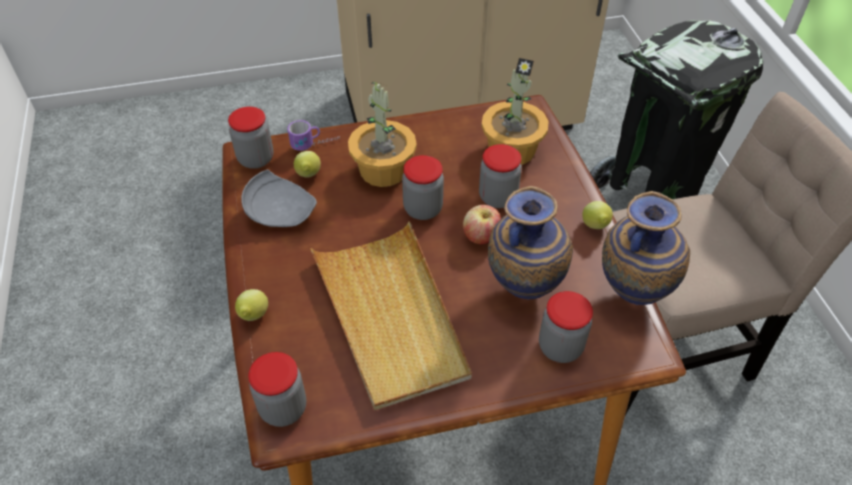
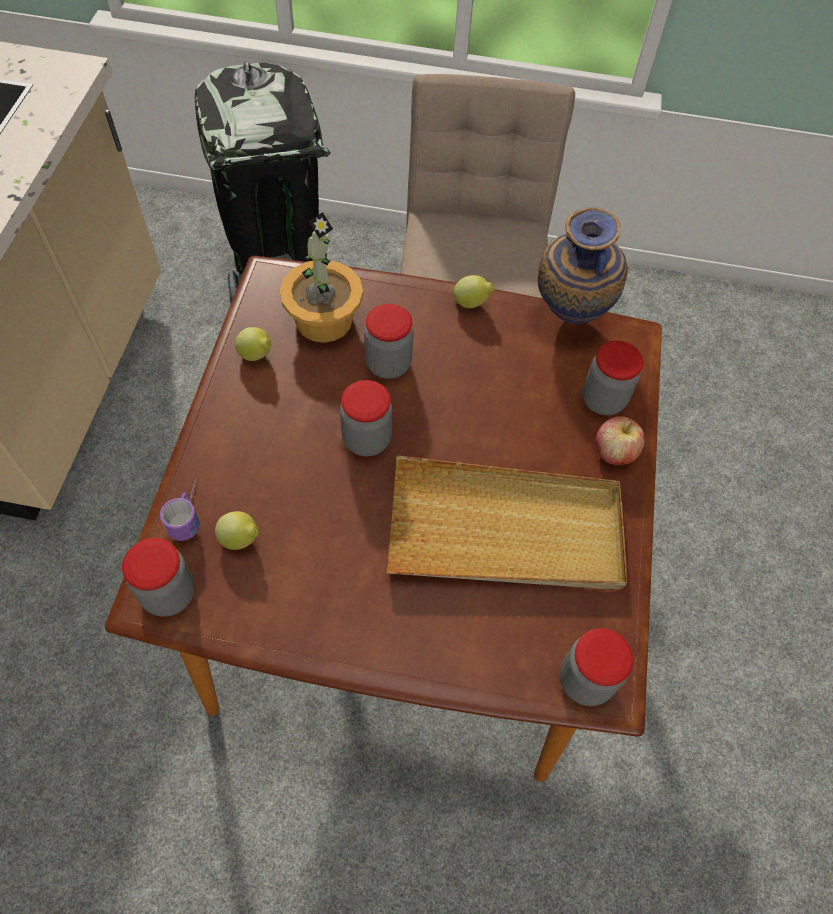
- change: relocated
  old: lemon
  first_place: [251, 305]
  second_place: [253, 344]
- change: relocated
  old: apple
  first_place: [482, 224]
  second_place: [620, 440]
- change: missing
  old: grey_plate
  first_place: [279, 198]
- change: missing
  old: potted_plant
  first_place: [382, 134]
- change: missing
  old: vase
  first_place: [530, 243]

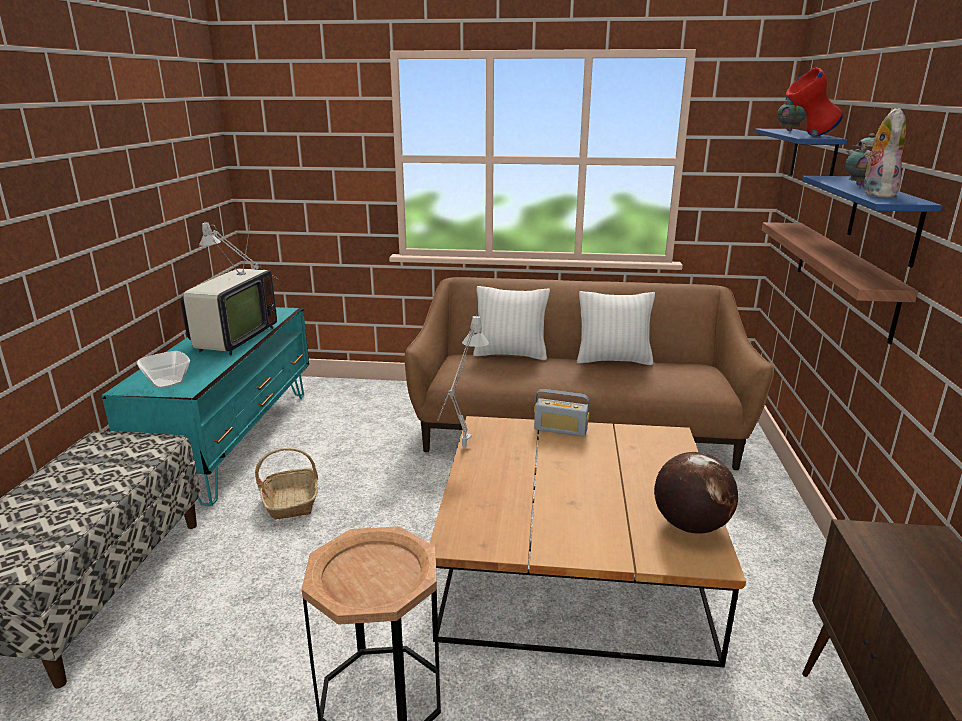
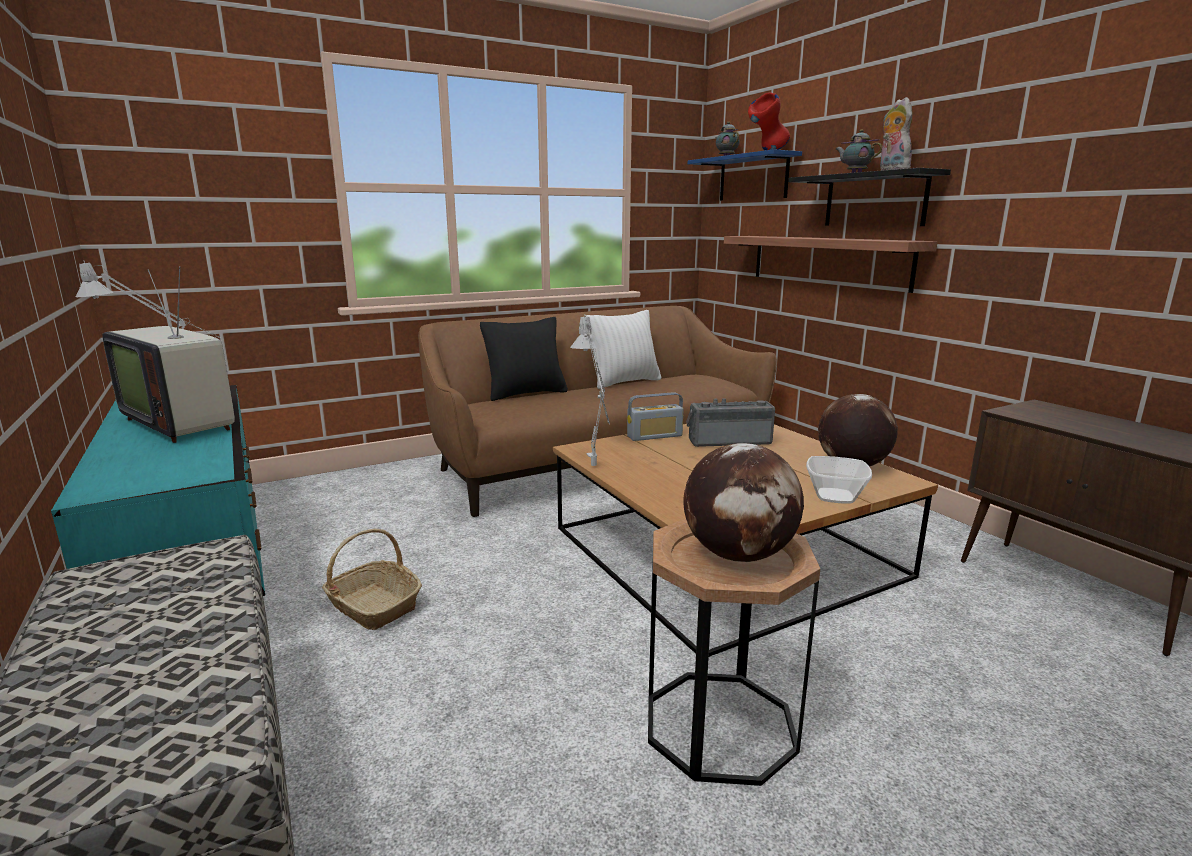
- change: spun
  old: television
  first_place: [228, 290]
  second_place: [168, 354]
  degrees: 150
- change: colour
  old: white_pillow
  new: black_pillow
  first_place: [511, 323]
  second_place: [524, 359]
- change: appeared
  new: globe
  second_place: [743, 502]
- change: appeared
  new: radio
  second_place: [730, 422]
- change: colour
  old: blue_shelf
  new: black_shelf
  first_place: [872, 222]
  second_place: [870, 197]
- change: relocated
  old: bowl
  first_place: [163, 369]
  second_place: [839, 480]

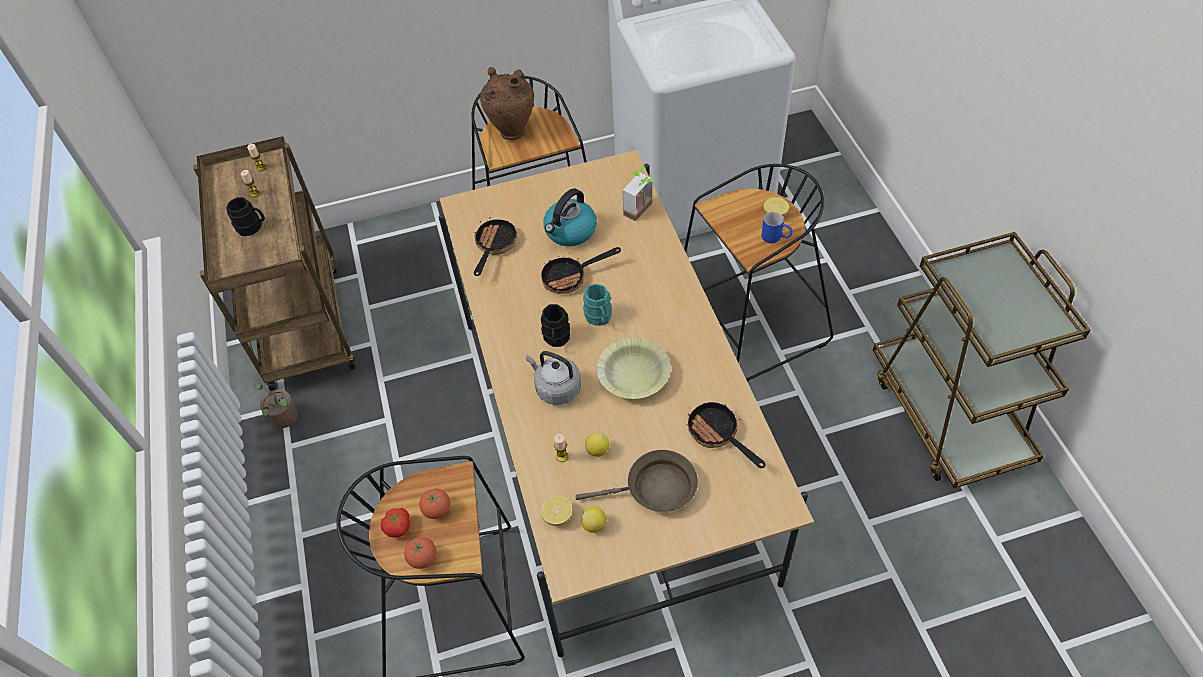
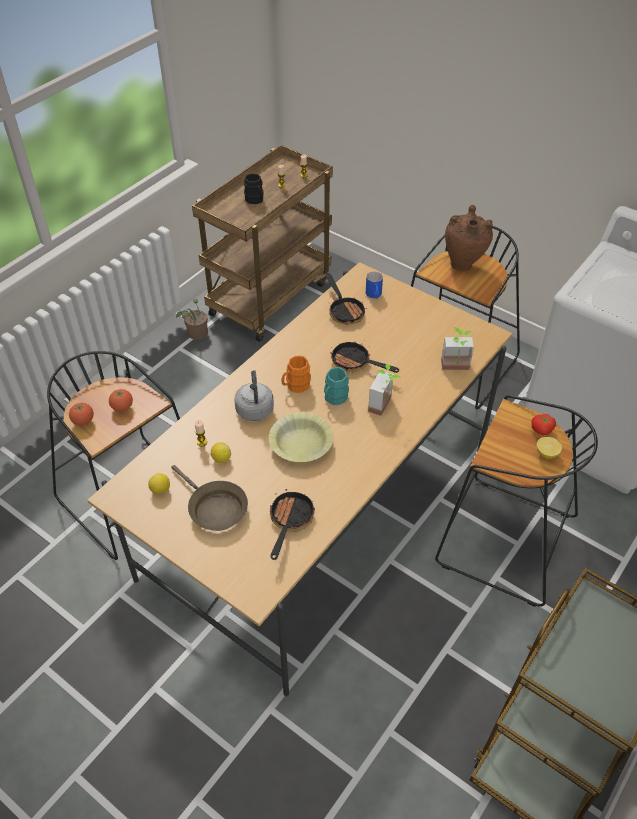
- change: colour
  old: black_mug
  new: orange_mug
  first_place: [555, 325]
  second_place: [296, 374]
- change: spun
  old: frying_pan
  first_place: [495, 246]
  second_place: [346, 298]
  degrees: 90
- change: relocated
  old: blue_mug
  first_place: [777, 227]
  second_place: [374, 285]
- change: appeared
  new: potted_plant
  second_place: [384, 390]
- change: relocated
  old: tomato
  first_place: [395, 522]
  second_place: [544, 424]
- change: missing
  old: lemon
  first_place: [556, 510]
- change: missing
  old: kettle
  first_place: [570, 217]

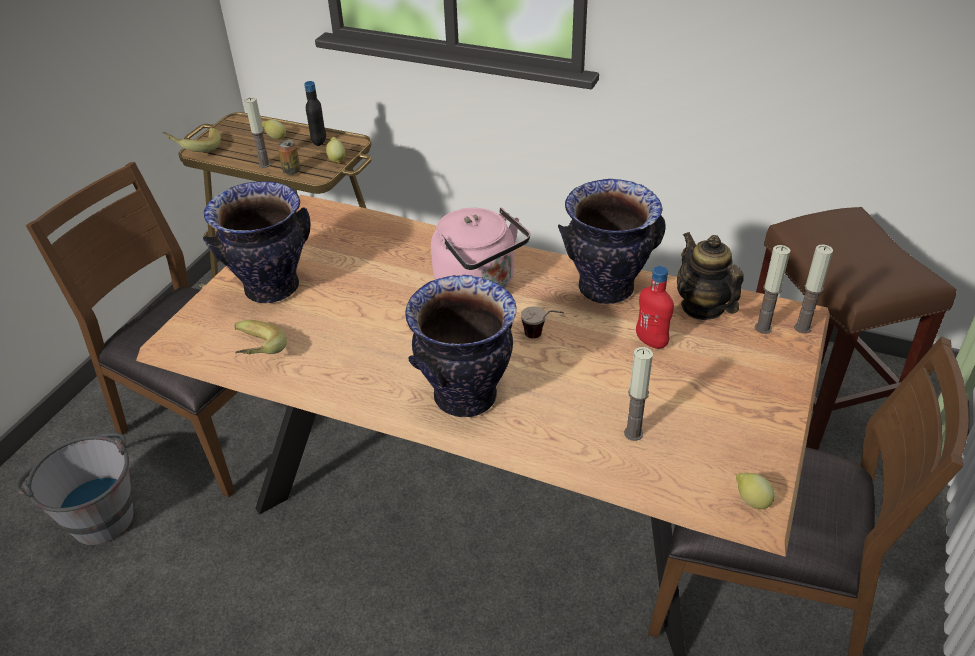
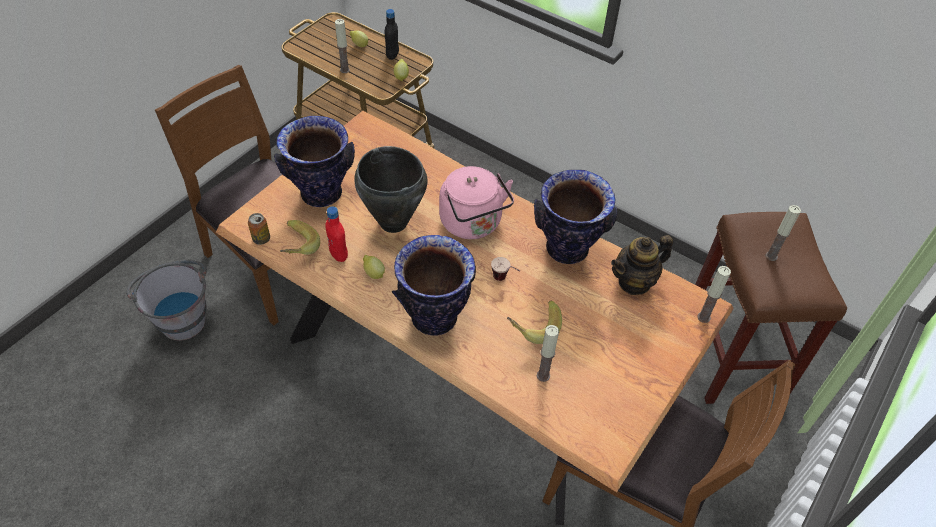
- change: relocated
  old: can
  first_place: [289, 157]
  second_place: [259, 229]
- change: relocated
  old: red_bottle
  first_place: [655, 307]
  second_place: [336, 234]
- change: appeared
  new: black_cooking_pot
  second_place: [390, 189]
- change: relocated
  old: lemon
  first_place: [755, 491]
  second_place: [374, 267]
- change: relocated
  old: banana
  first_place: [191, 140]
  second_place: [534, 322]
- change: spun
  old: teapot
  first_place: [710, 276]
  second_place: [642, 265]
  degrees: -105
- change: relocated
  old: candle
  first_place: [772, 289]
  second_place: [783, 233]

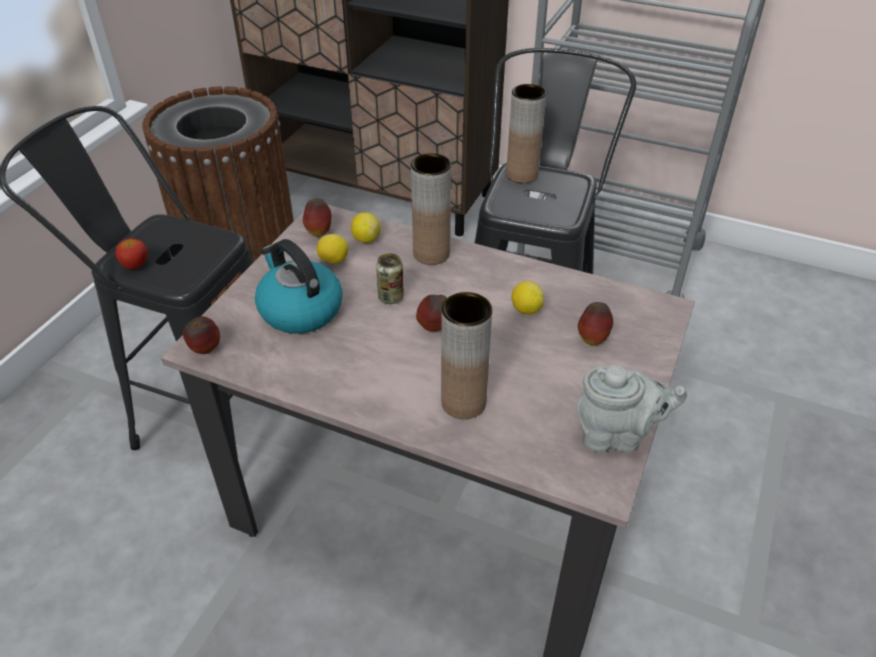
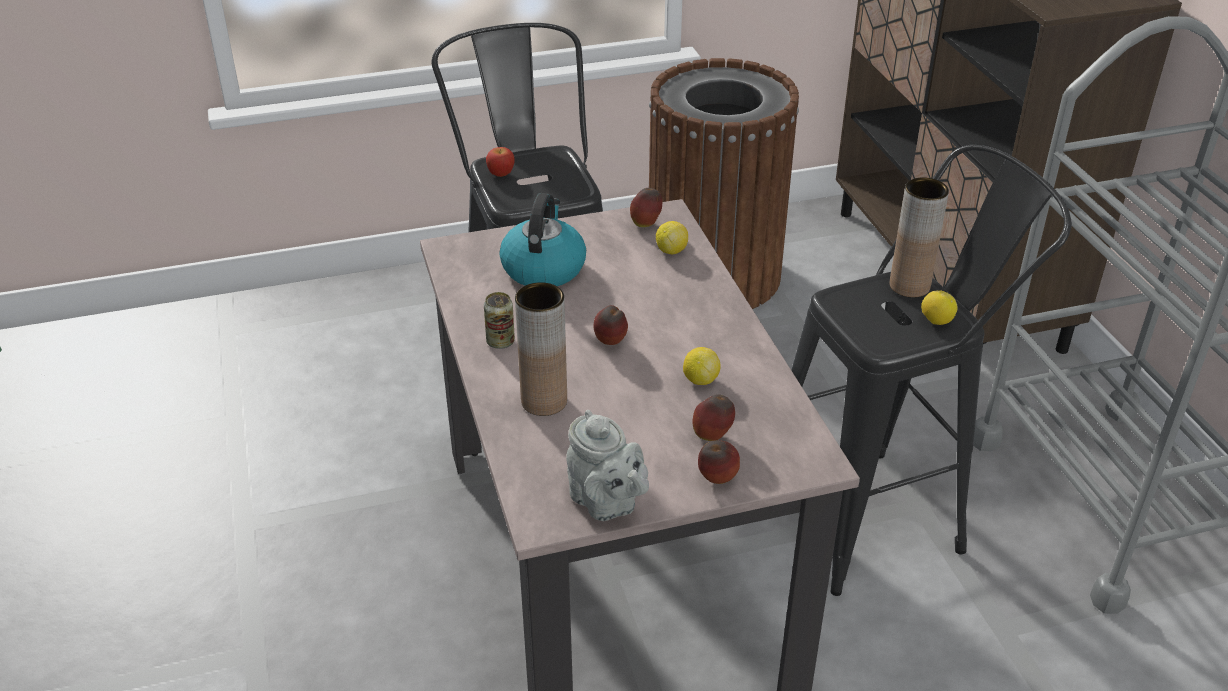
- change: relocated
  old: can
  first_place: [390, 278]
  second_place: [499, 320]
- change: relocated
  old: apple
  first_place: [201, 335]
  second_place: [719, 462]
- change: relocated
  old: lemon
  first_place: [332, 249]
  second_place: [939, 307]
- change: missing
  old: brown_vase
  first_place: [431, 209]

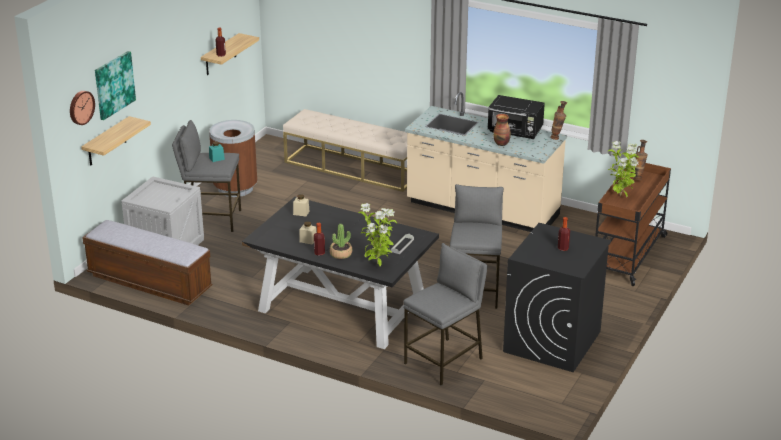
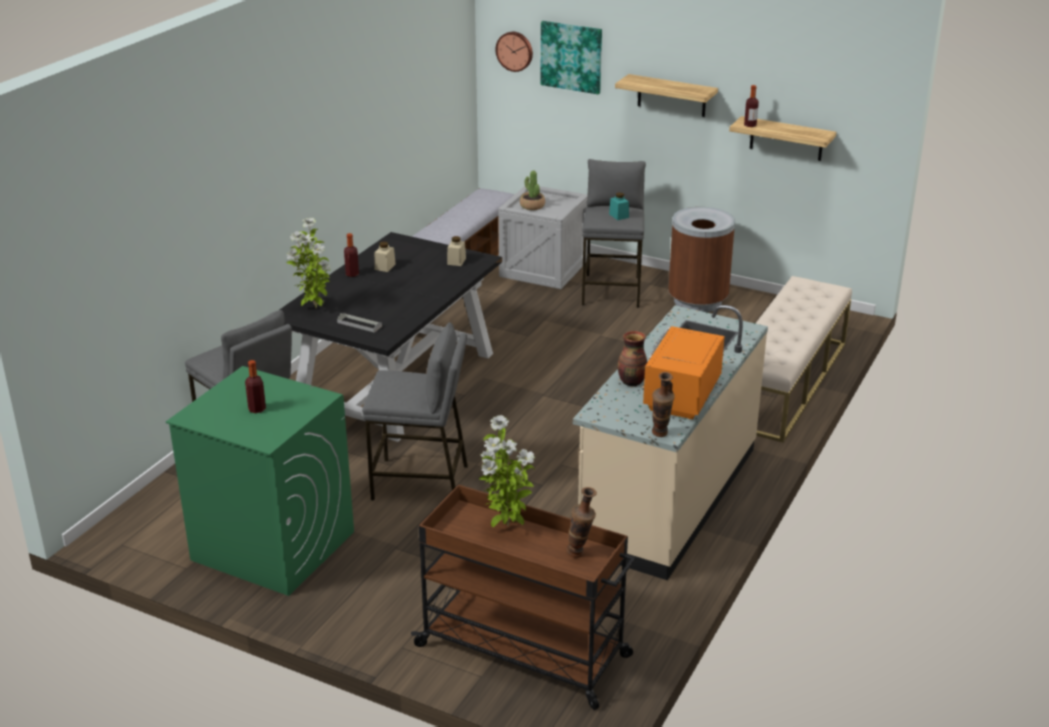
- change: colour
  old: black_washing_machine
  new: green_washing_machine
  first_place: [557, 297]
  second_place: [260, 481]
- change: relocated
  old: potted_plant
  first_place: [340, 241]
  second_place: [532, 190]
- change: relocated
  old: shelf
  first_place: [116, 141]
  second_place: [666, 95]
- change: colour
  old: black_microwave
  new: orange_microwave
  first_place: [516, 117]
  second_place: [684, 372]

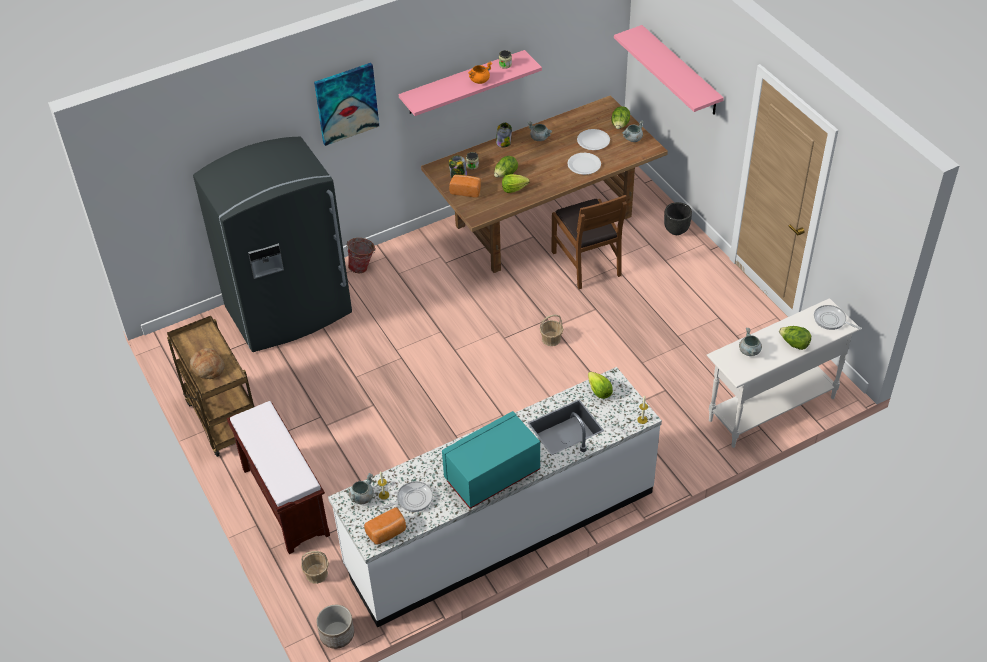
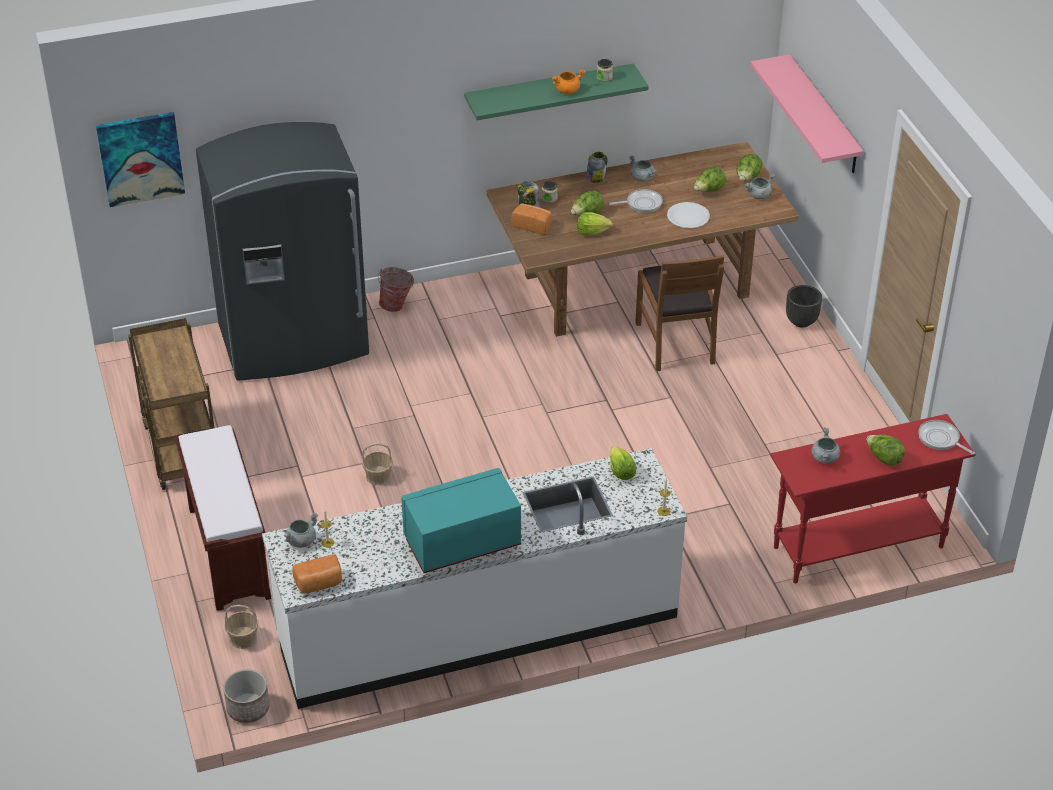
- change: relocated
  old: picture
  first_place: [346, 104]
  second_place: [140, 159]
- change: relocated
  old: basket
  first_place: [552, 330]
  second_place: [377, 464]
- change: colour
  old: pink_shelf
  new: green_shelf
  first_place: [470, 83]
  second_place: [556, 91]
- change: relocated
  old: frying_pan
  first_place: [406, 496]
  second_place: [636, 201]
- change: exchanged
  old: white_plate
  new: lettuce
  first_place: [593, 139]
  second_place: [710, 179]
- change: colour
  old: white_console_table
  new: red_console_table
  first_place: [784, 373]
  second_place: [873, 498]
- change: missing
  old: bread
  first_place: [207, 363]

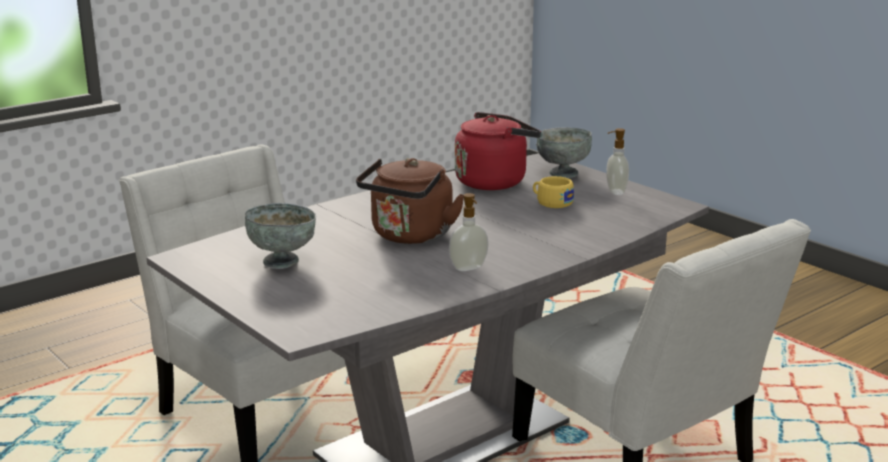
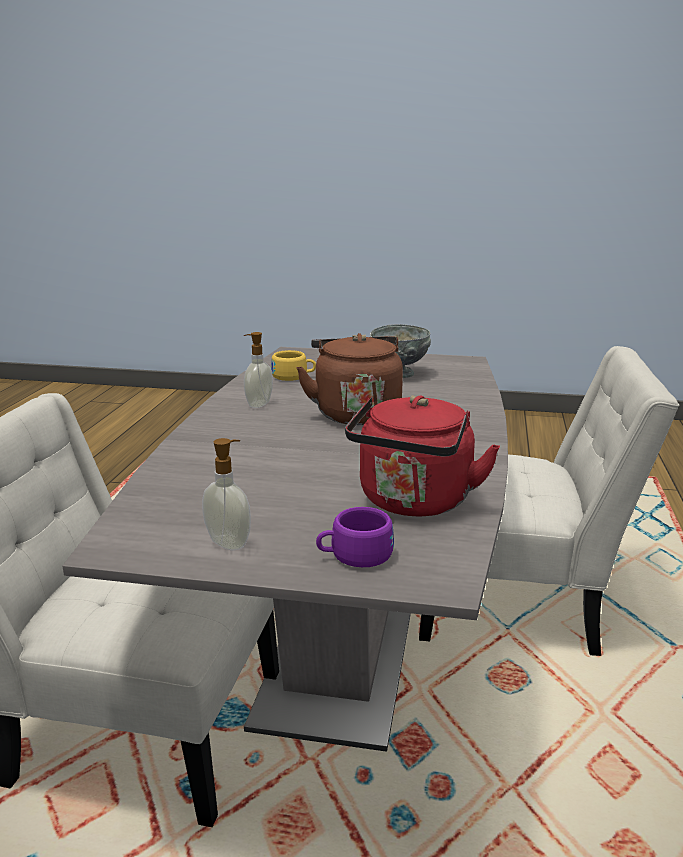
- change: relocated
  old: yellow_cup
  first_place: [553, 192]
  second_place: [293, 365]
- change: exchanged
  old: grey_bowl
  new: purple_cup
  first_place: [564, 152]
  second_place: [355, 537]

